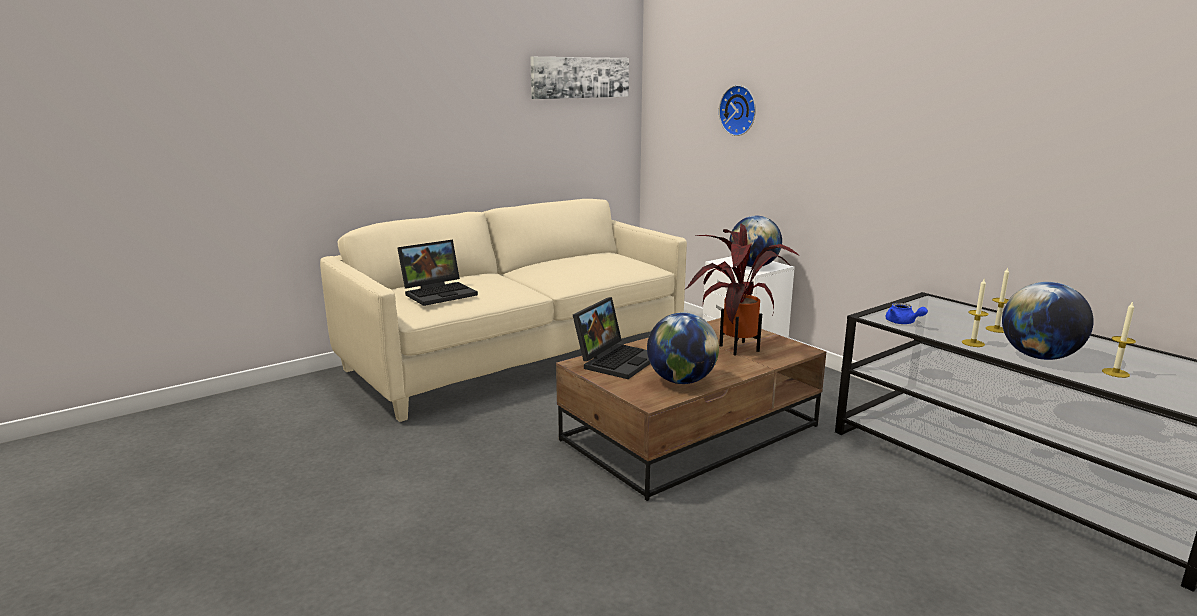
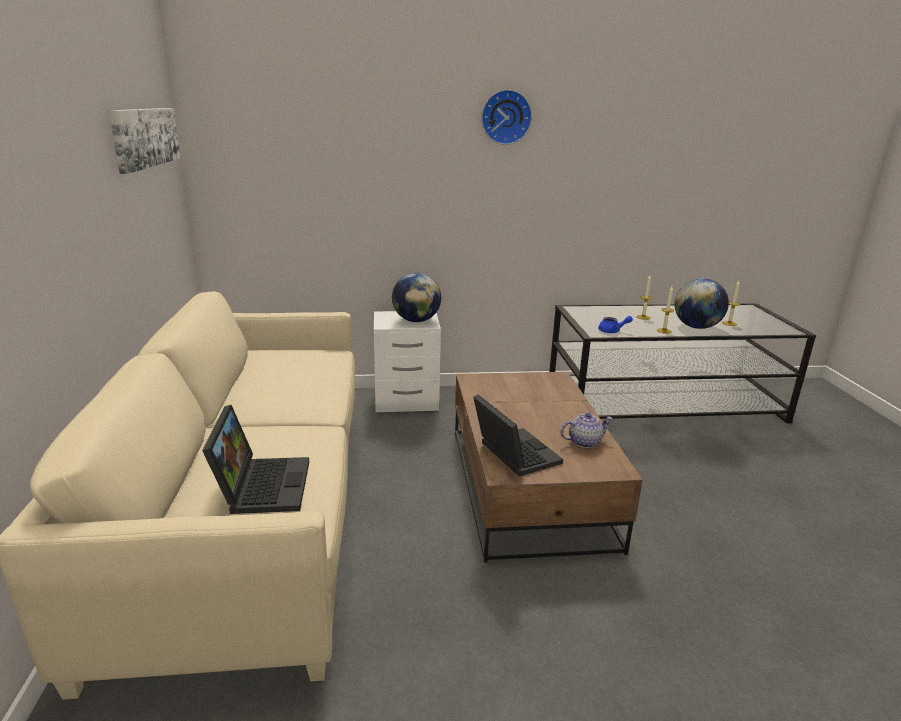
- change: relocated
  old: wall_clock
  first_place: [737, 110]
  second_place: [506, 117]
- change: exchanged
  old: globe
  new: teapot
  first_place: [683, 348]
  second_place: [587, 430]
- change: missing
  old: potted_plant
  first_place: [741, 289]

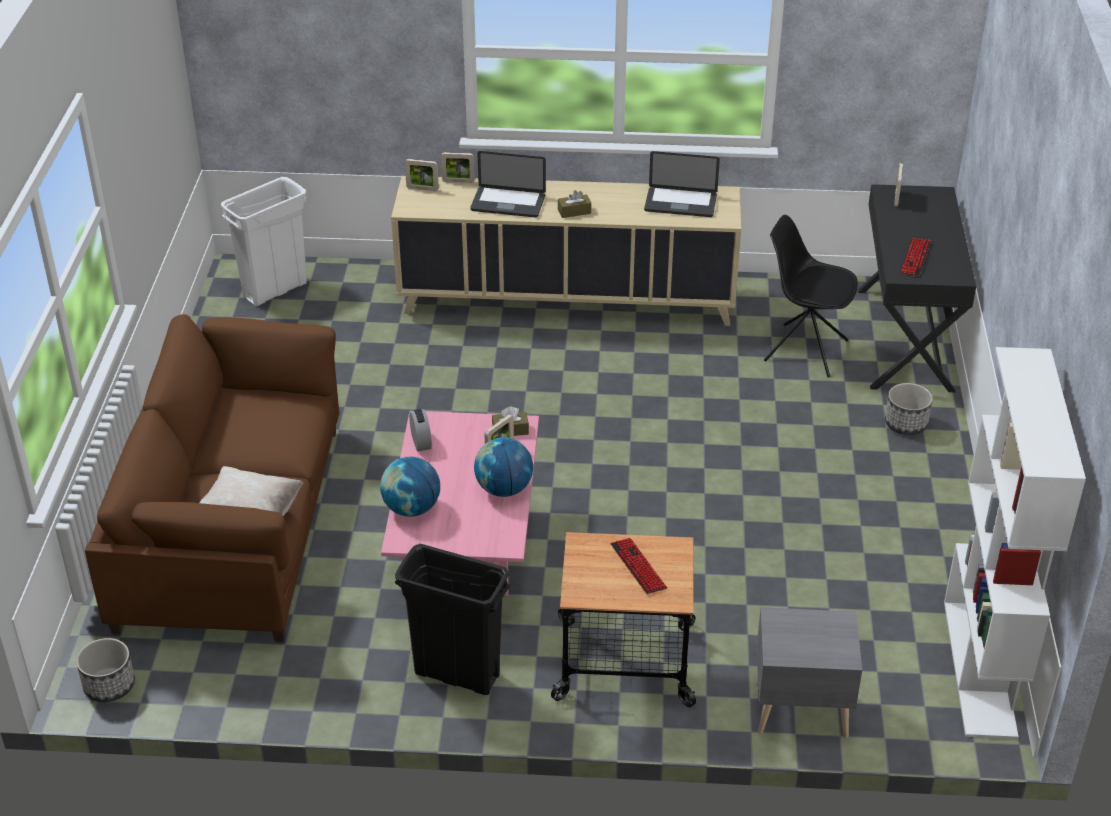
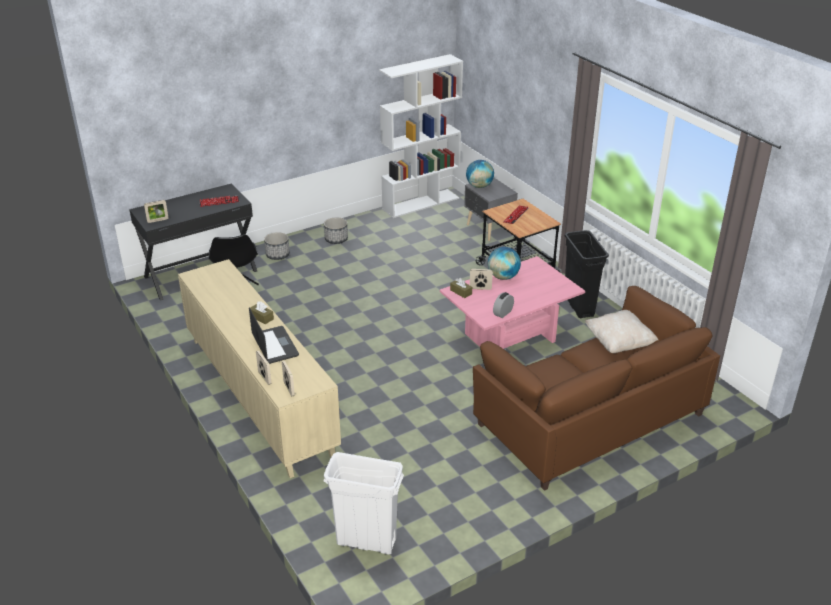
- change: relocated
  old: planter
  first_place: [105, 670]
  second_place: [336, 230]
- change: relocated
  old: globe
  first_place: [410, 487]
  second_place: [480, 174]
- change: missing
  old: laptop
  first_place: [682, 184]

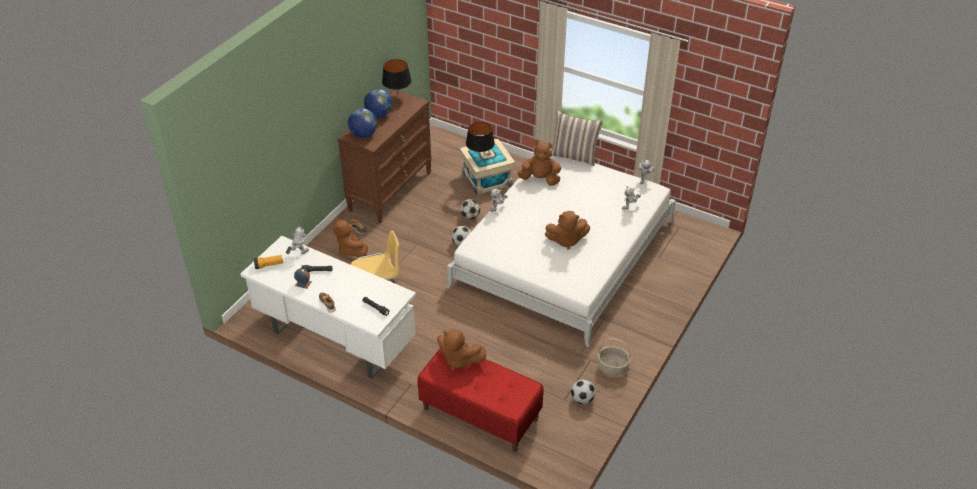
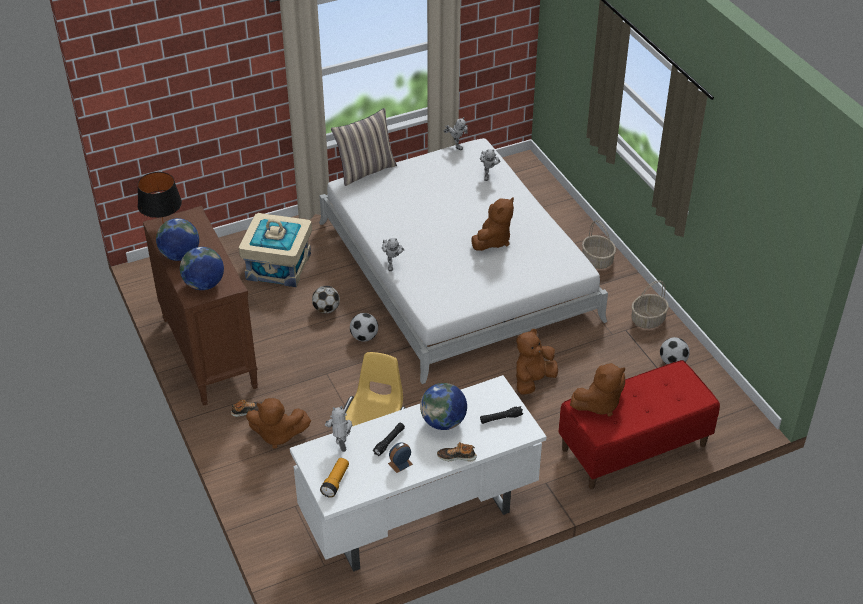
- change: appeared
  new: globe
  second_place: [443, 406]
- change: relocated
  old: brown_plush_toy
  first_place: [539, 163]
  second_place: [537, 362]
- change: appeared
  new: basket
  second_place: [599, 244]
- change: missing
  old: black_table_lamp
  first_place: [480, 140]

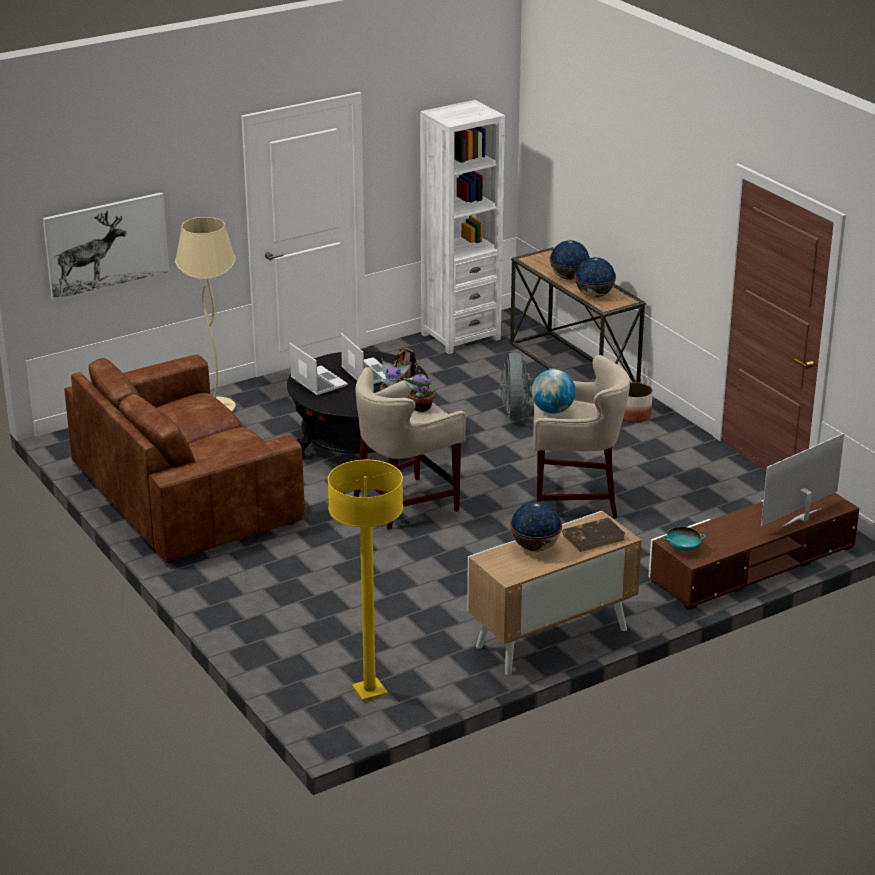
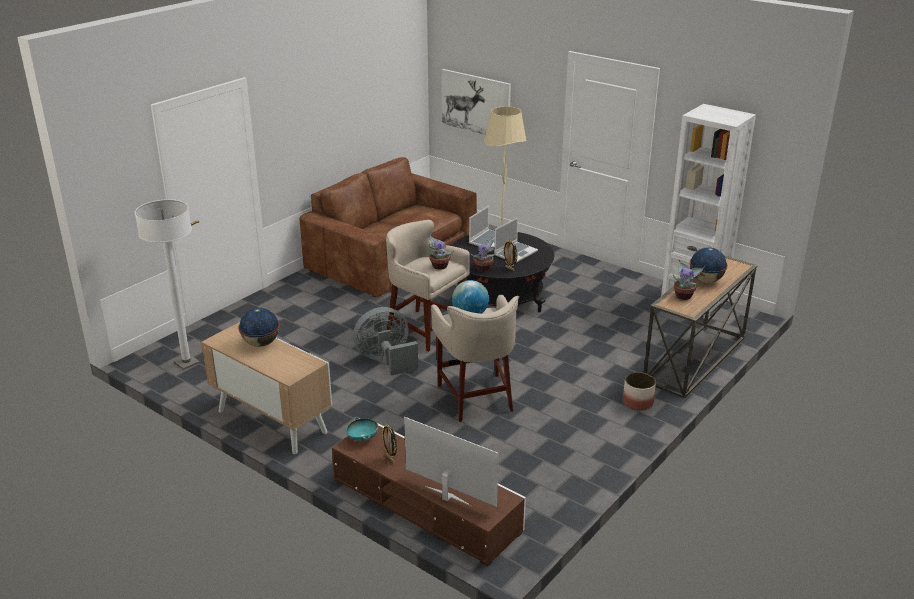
- change: colour
  old: yellow_floor_lamp
  new: white_floor_lamp
  first_place: [365, 581]
  second_place: [167, 284]
- change: relocated
  old: grey_fan
  first_place: [527, 385]
  second_place: [385, 341]
- change: appeared
  new: picture_frame
  second_place: [389, 443]
- change: exchanged
  old: globe
  new: potted_plant
  first_place: [595, 277]
  second_place: [689, 280]
- change: missing
  old: brown_book
  first_place: [593, 534]

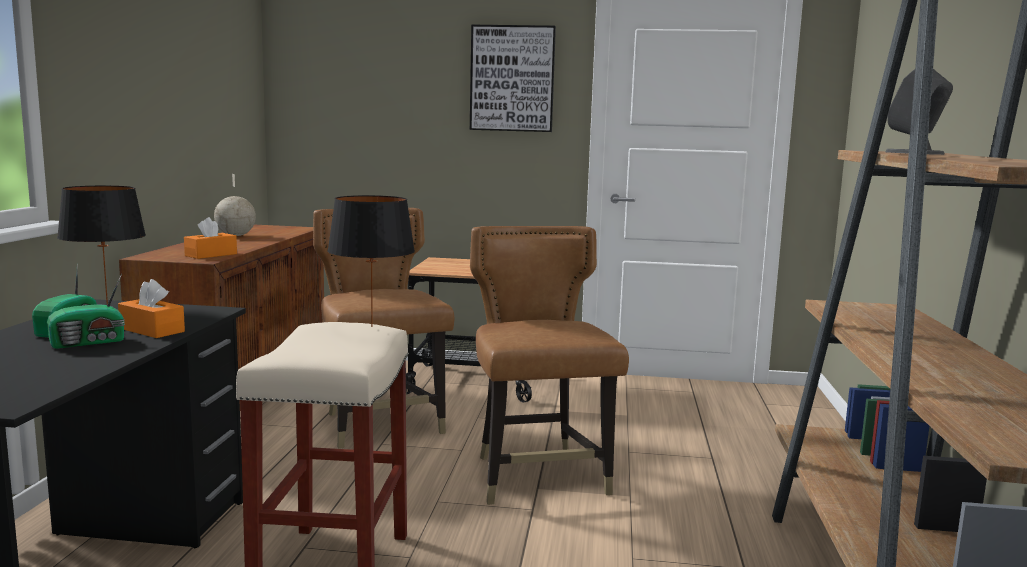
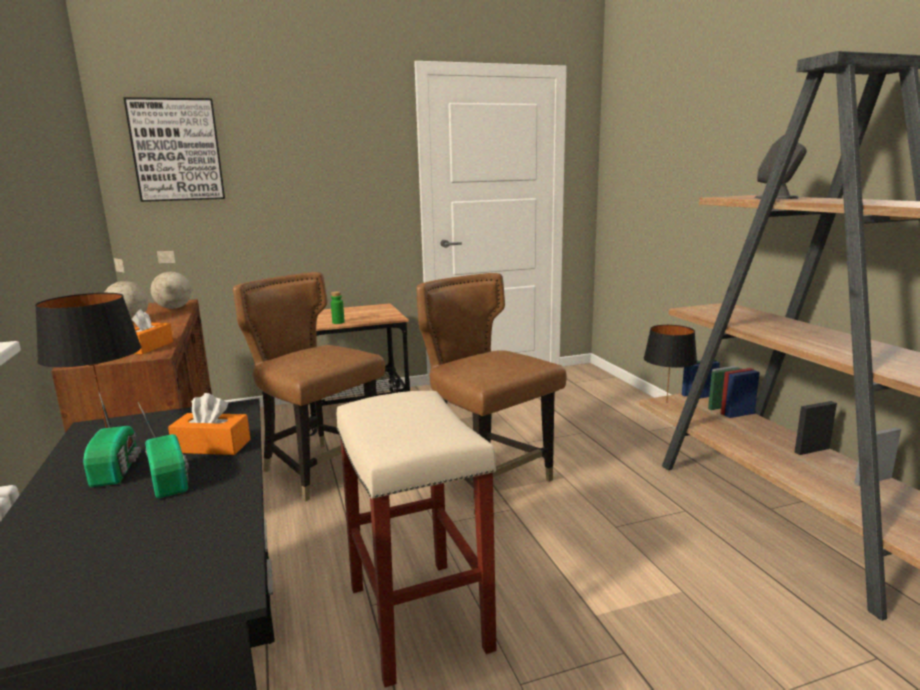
- change: relocated
  old: picture
  first_place: [513, 78]
  second_place: [174, 149]
- change: spun
  old: radio
  first_place: [86, 311]
  second_place: [163, 450]
  degrees: -60
- change: appeared
  new: globe
  second_place: [171, 280]
- change: appeared
  new: green_bottle
  second_place: [338, 307]
- change: relocated
  old: black_table_lamp
  first_place: [371, 261]
  second_place: [670, 364]

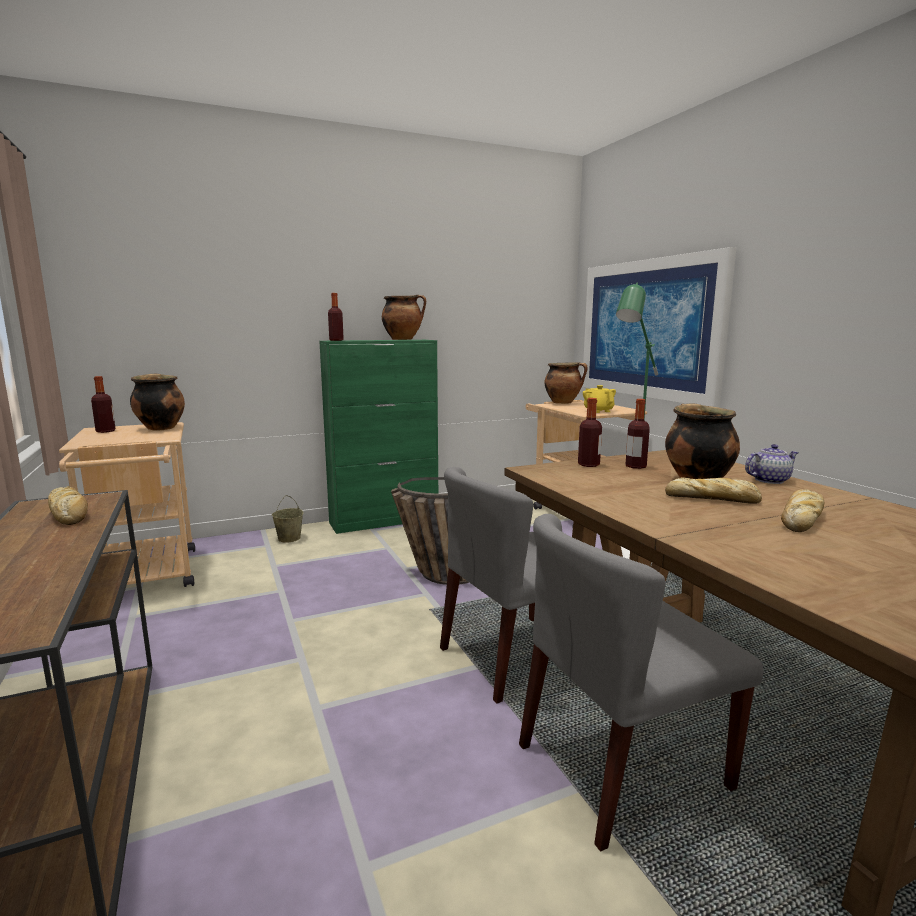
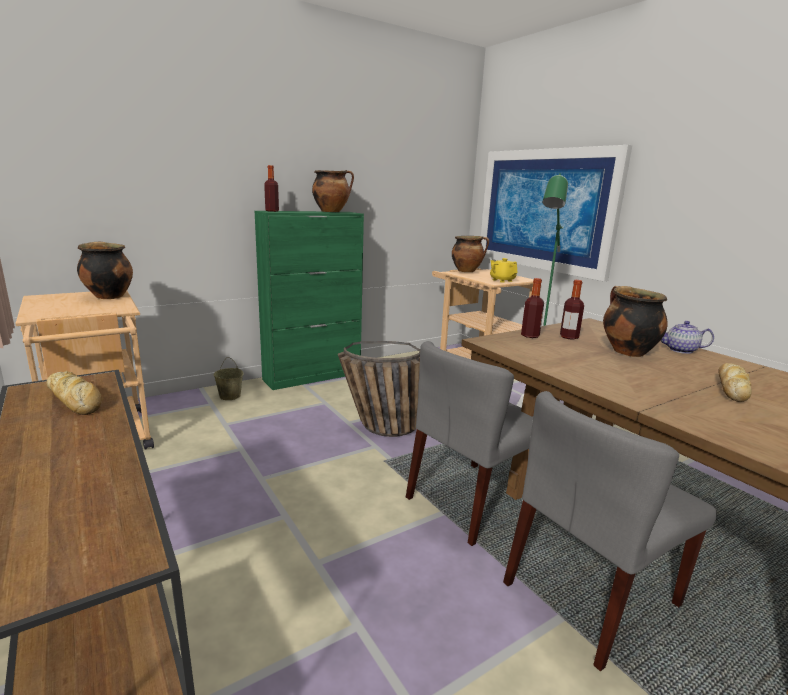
- change: spun
  old: teapot
  first_place: [772, 464]
  second_place: [687, 337]
  degrees: -135
- change: missing
  old: bottle
  first_place: [103, 404]
- change: missing
  old: bread
  first_place: [713, 490]

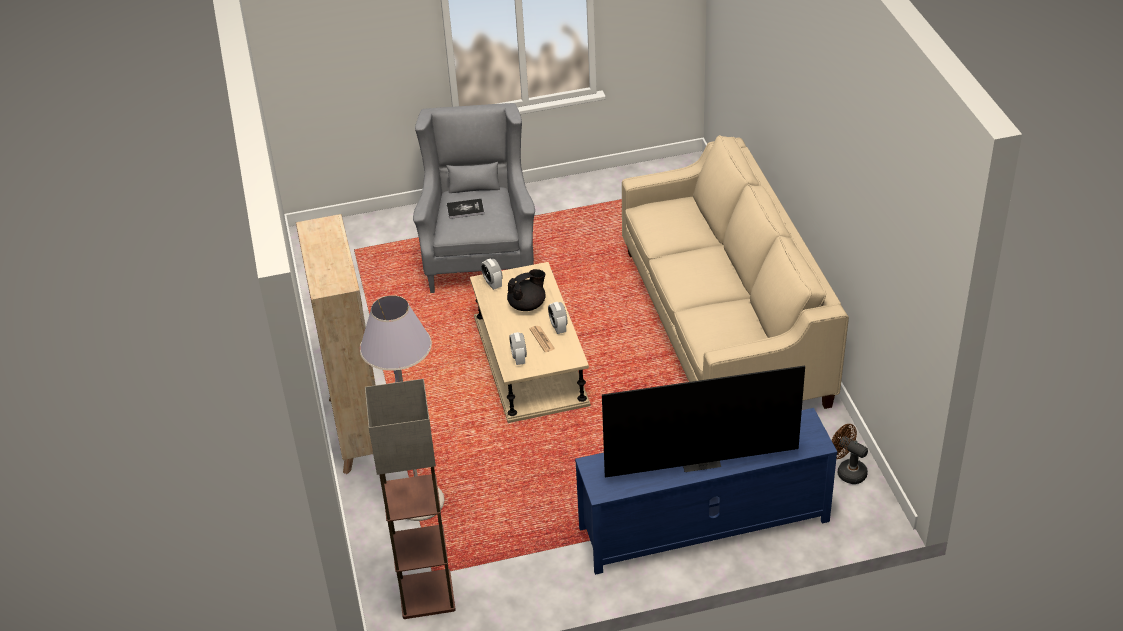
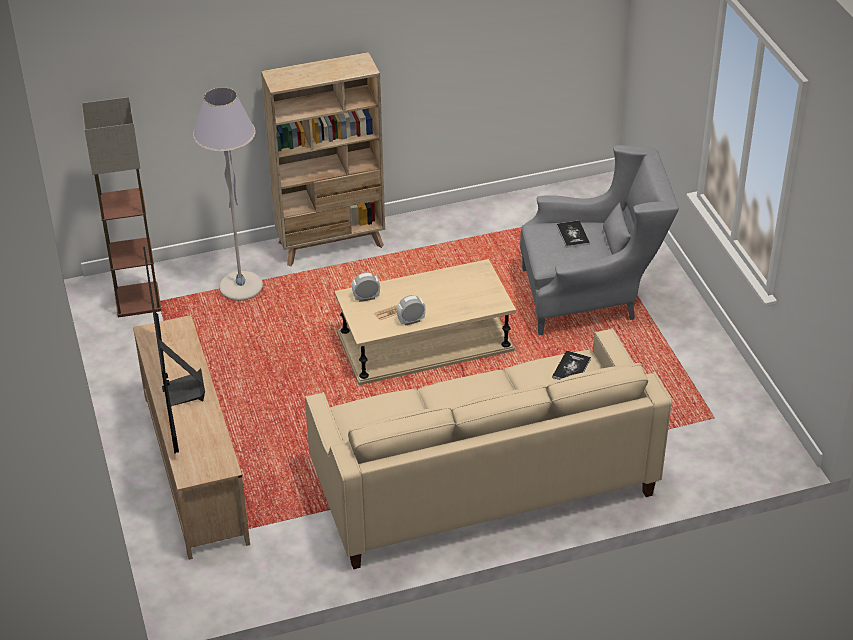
- change: colour
  old: blue_tv_stand
  new: beige_tv_stand
  first_place: [706, 491]
  second_place: [191, 437]
- change: appeared
  new: book
  second_place: [571, 365]
- change: missing
  old: alarm_clock
  first_place: [492, 274]
- change: missing
  old: black_teapot
  first_place: [526, 290]
- change: missing
  old: brown_fan
  first_place: [849, 454]

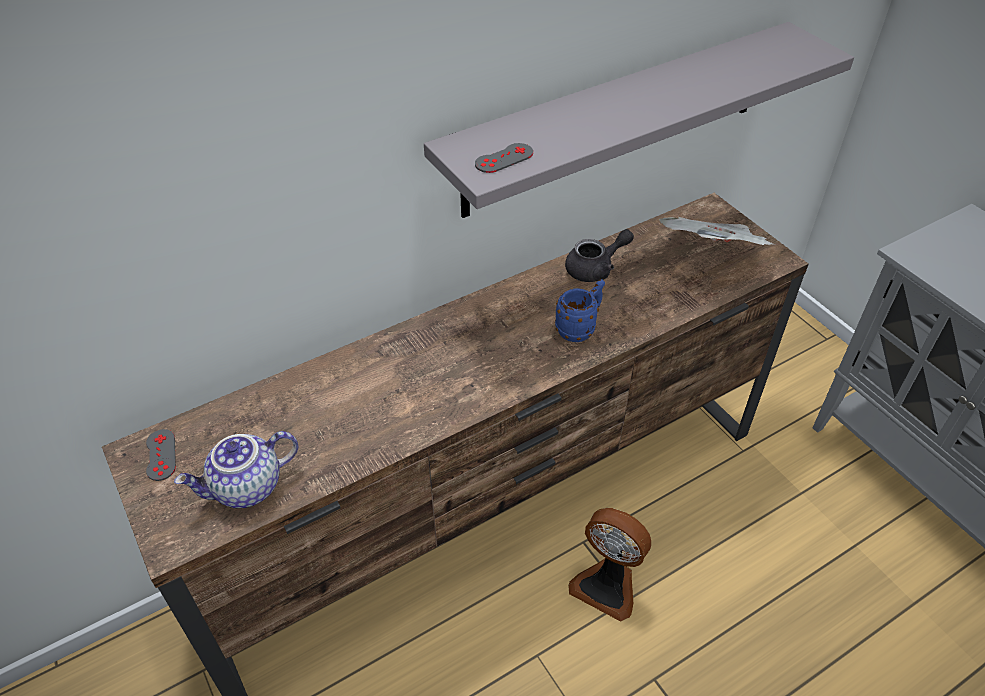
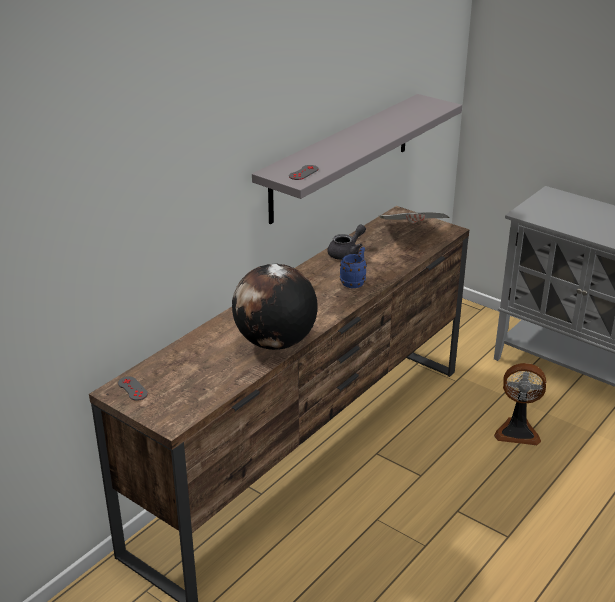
- change: appeared
  new: globe
  second_place: [275, 307]
- change: relocated
  old: fan
  first_place: [609, 565]
  second_place: [520, 404]
- change: missing
  old: teapot
  first_place: [236, 469]

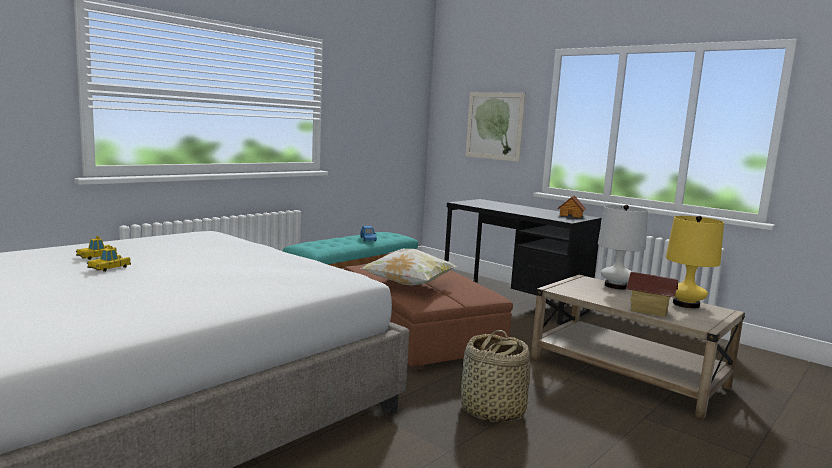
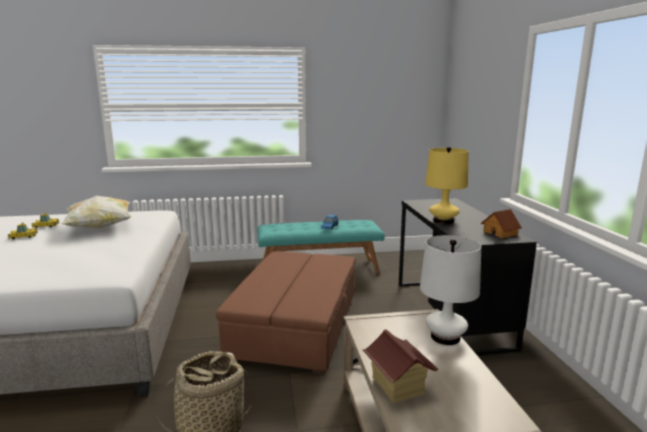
- change: relocated
  old: pillow
  first_place: [408, 267]
  second_place: [96, 212]
- change: relocated
  old: yellow_table_lamp
  first_place: [695, 262]
  second_place: [447, 185]
- change: missing
  old: picture
  first_place: [495, 127]

